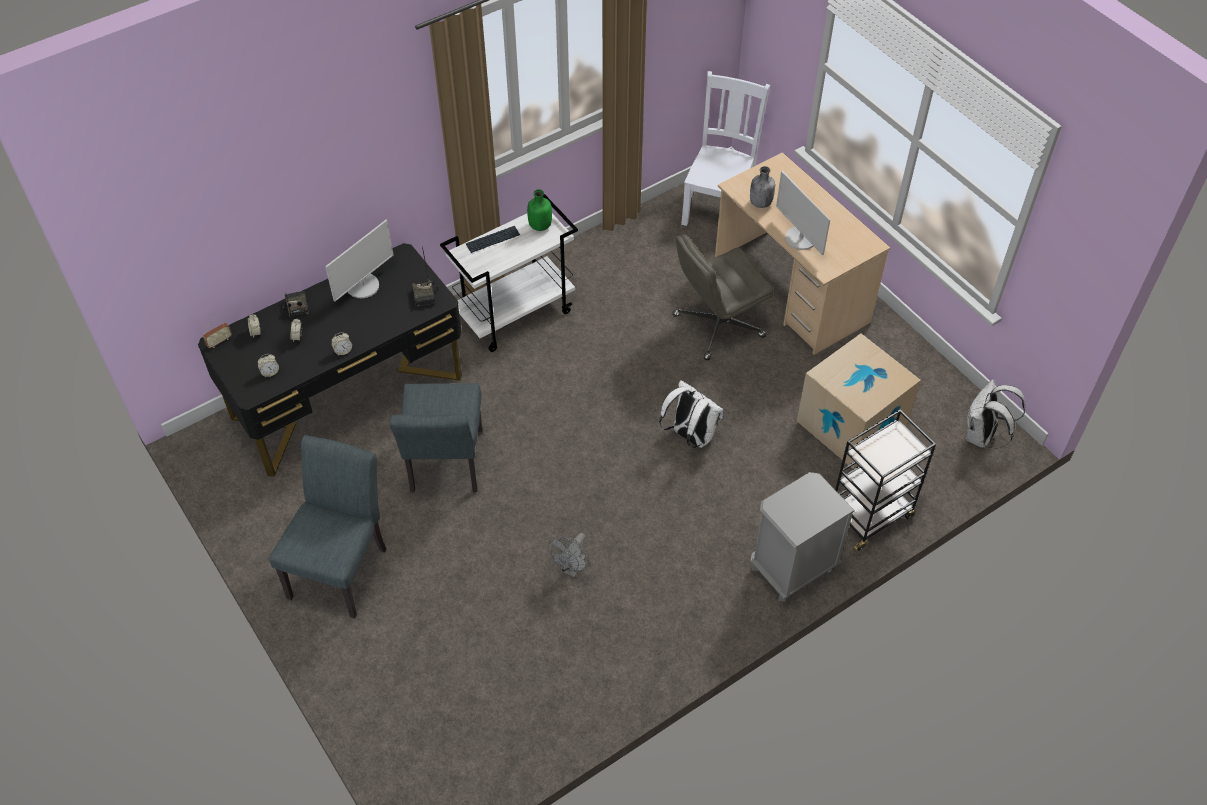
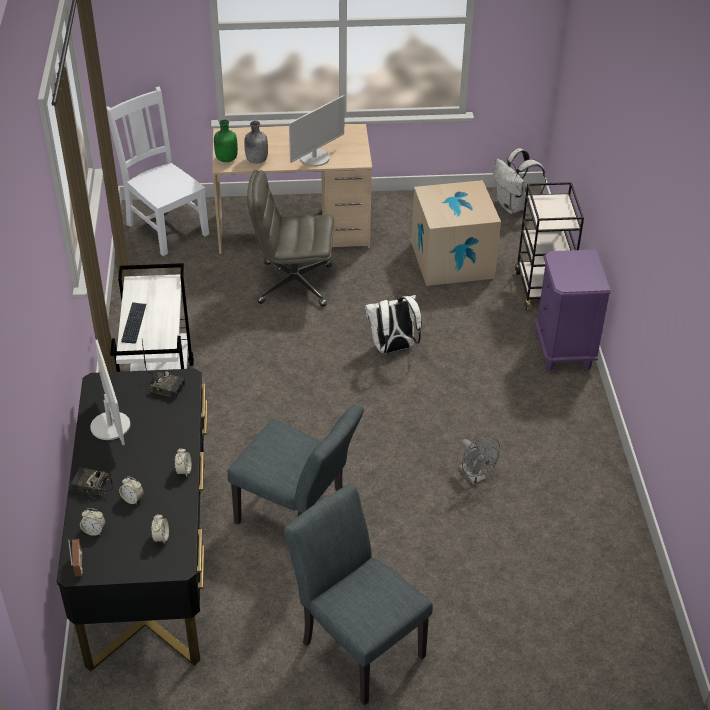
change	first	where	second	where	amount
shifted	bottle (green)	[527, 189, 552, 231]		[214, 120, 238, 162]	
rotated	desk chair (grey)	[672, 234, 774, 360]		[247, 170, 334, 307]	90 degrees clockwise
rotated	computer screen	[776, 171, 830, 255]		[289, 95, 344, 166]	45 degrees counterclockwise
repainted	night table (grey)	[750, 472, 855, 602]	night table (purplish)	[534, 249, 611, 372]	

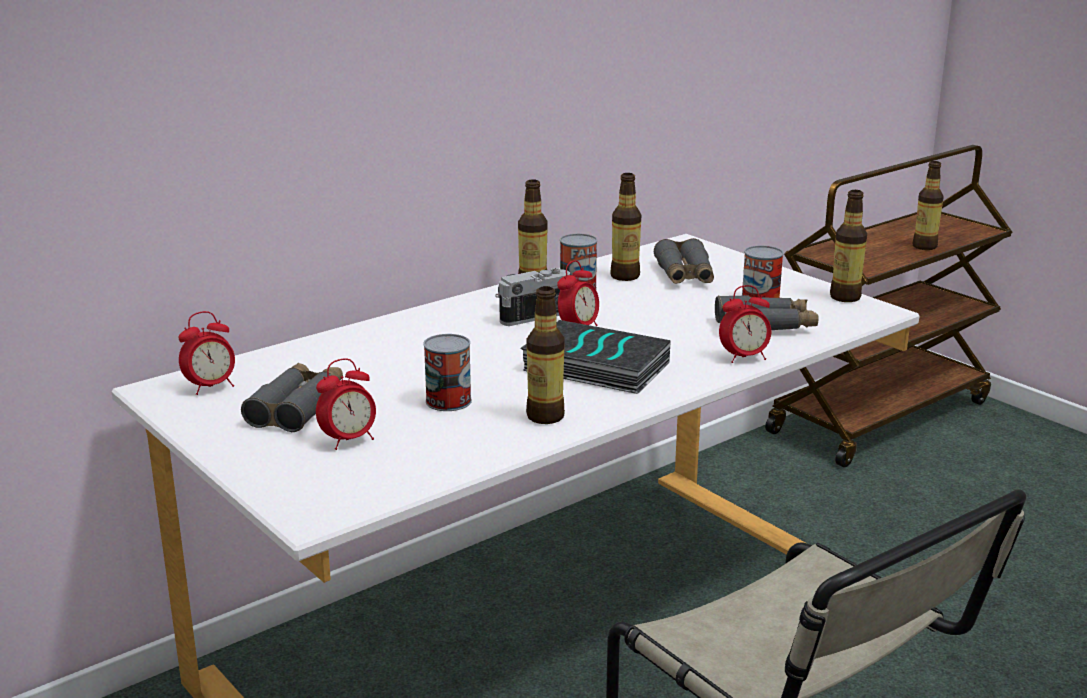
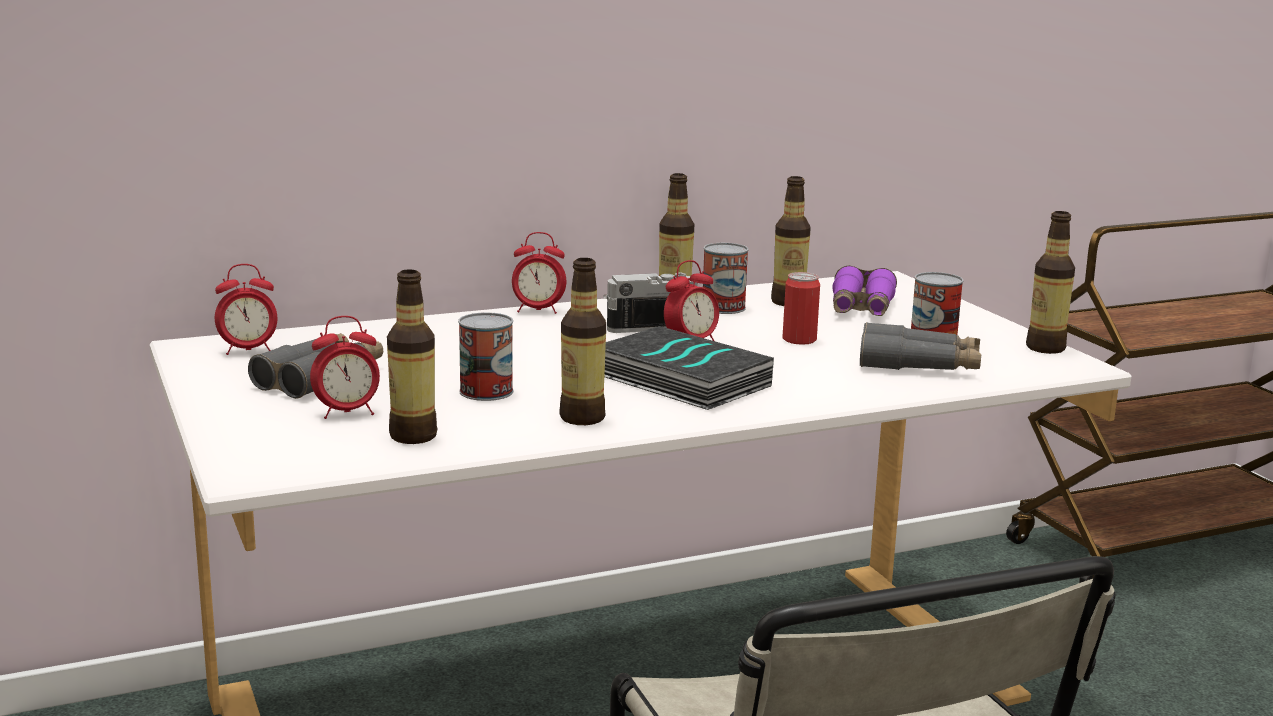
change	first	where	second	where	amount
shifted	bottle	[913, 161, 944, 250]		[387, 269, 437, 444]	
shifted	table clock	[719, 285, 771, 363]		[512, 232, 566, 314]	
new			sealed can	[782, 272, 820, 345]	
repainted	binoculars (grey)	[654, 238, 714, 284]	binoculars (purplish)	[832, 265, 897, 316]	

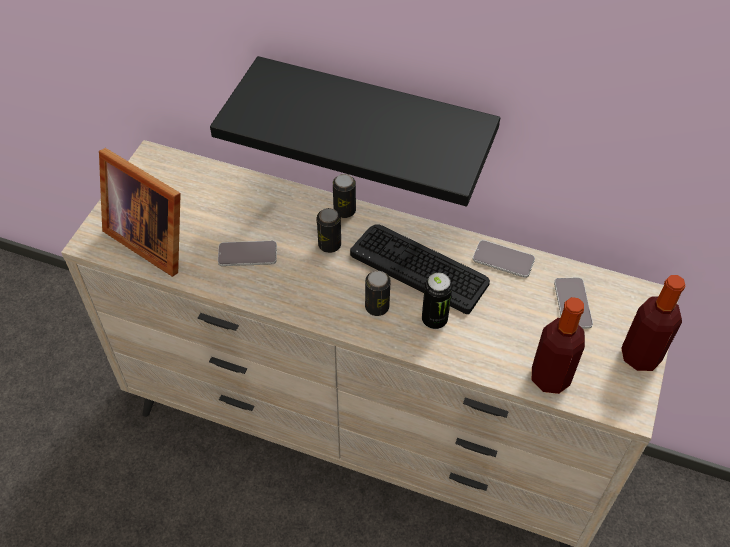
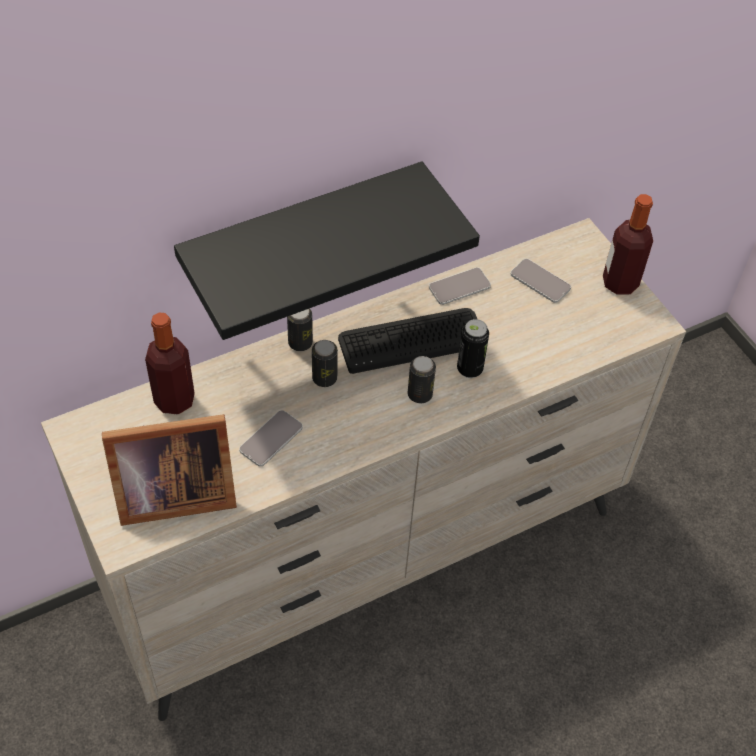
change	first	where	second	where	amount
shifted	bottle	[532, 297, 585, 394]		[145, 313, 195, 415]	

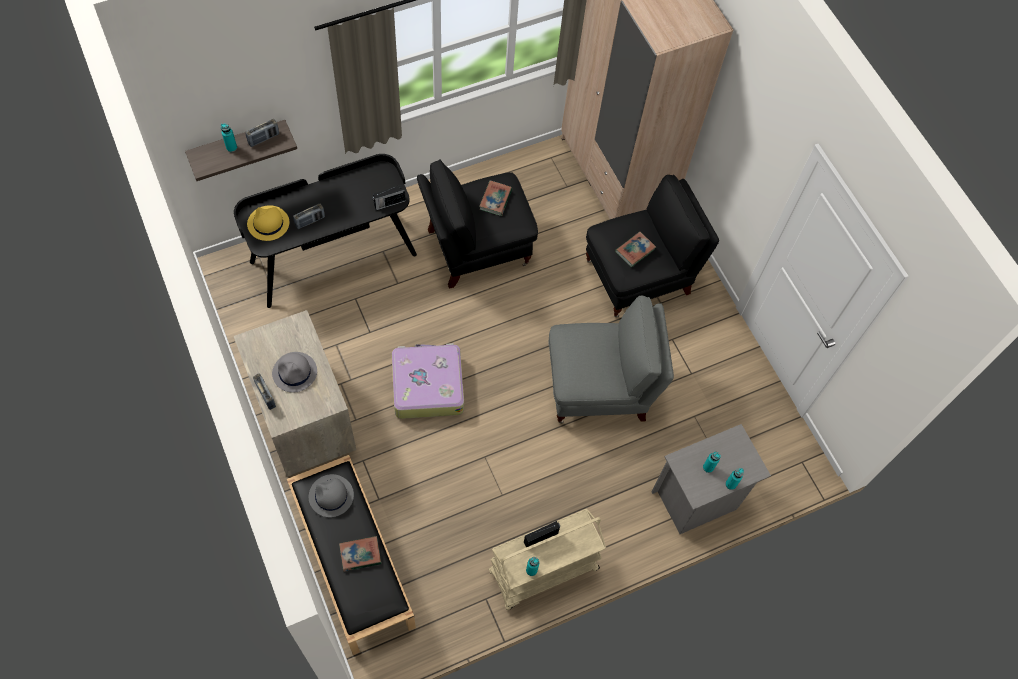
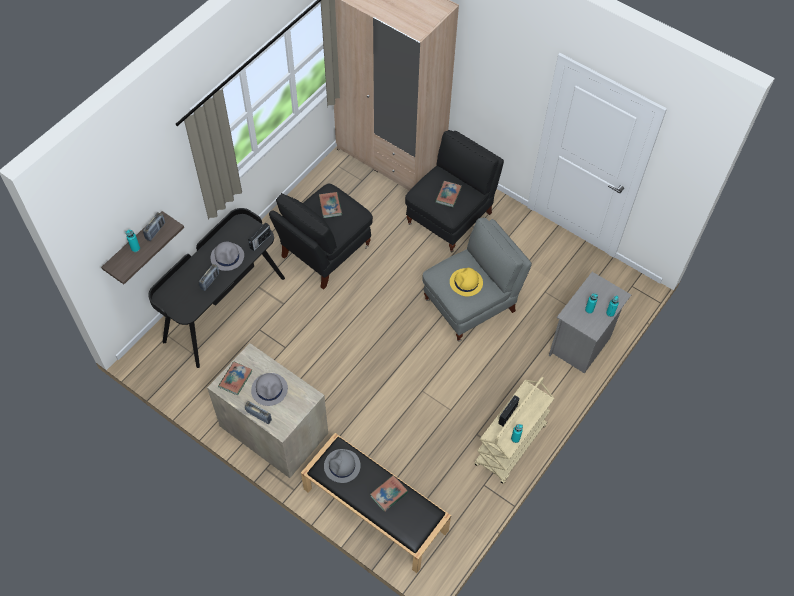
change	first	where	second	where	amount
new			hat (grey)	[211, 242, 244, 271]	
new			volume	[218, 362, 252, 396]	
shifted	hat (yellowish)	[247, 205, 289, 241]		[450, 268, 483, 296]	
gone	suitcase	[392, 343, 464, 419]			

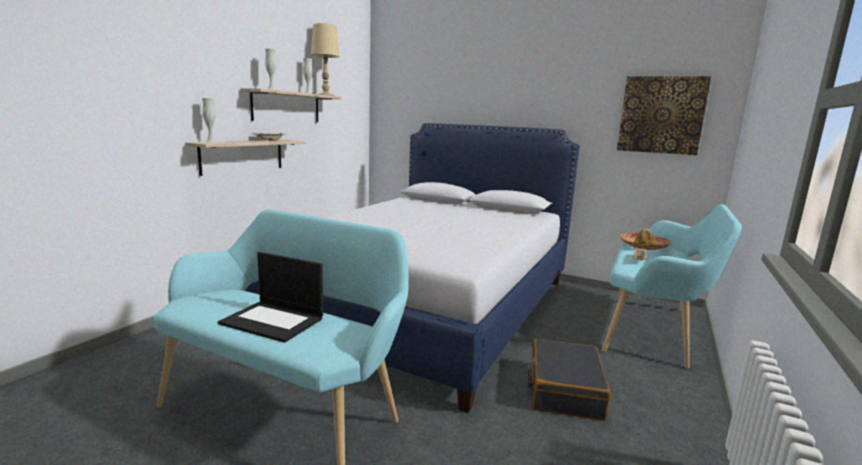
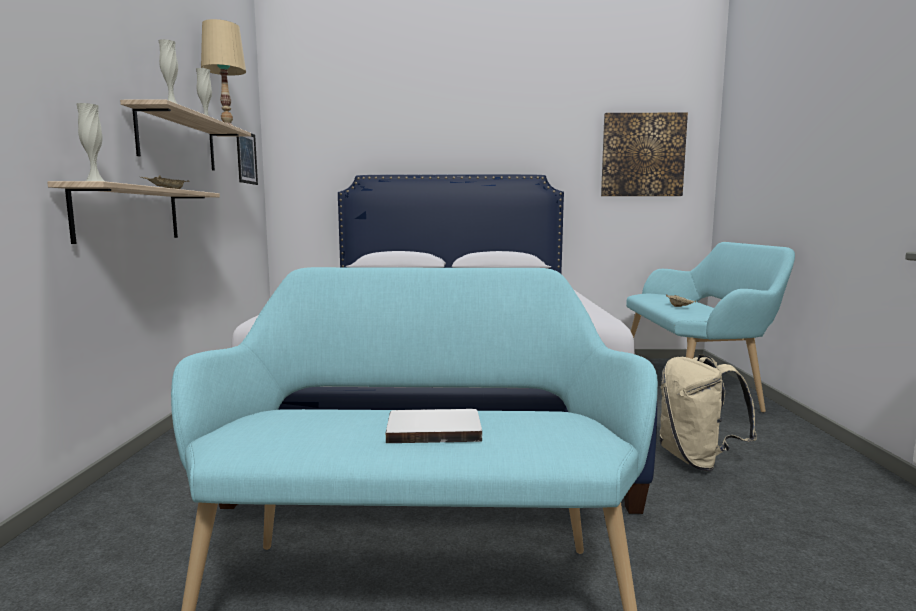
change	first	where	second	where	amount
new			wall art	[237, 133, 258, 185]	
swapped	notebook computer	[218, 252, 323, 343]	volume (white)	[386, 409, 482, 443]	
swapped	suitcase (blackish)	[527, 339, 611, 421]	backpack (beige-coloured)	[659, 355, 757, 471]	
gone	hat	[620, 229, 671, 250]			

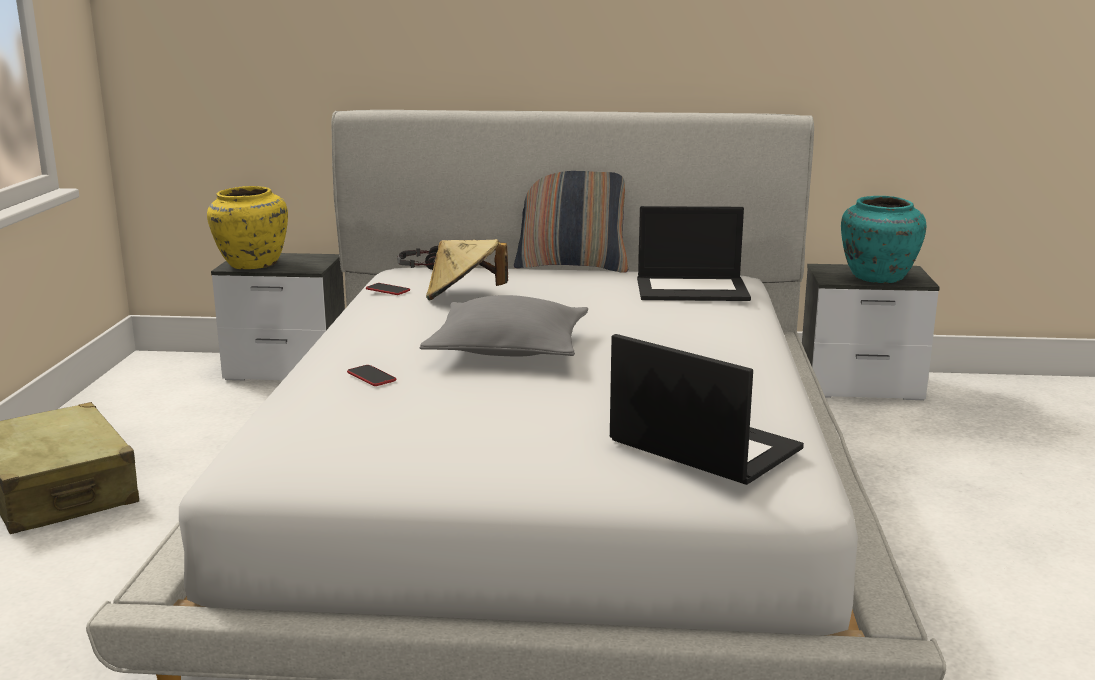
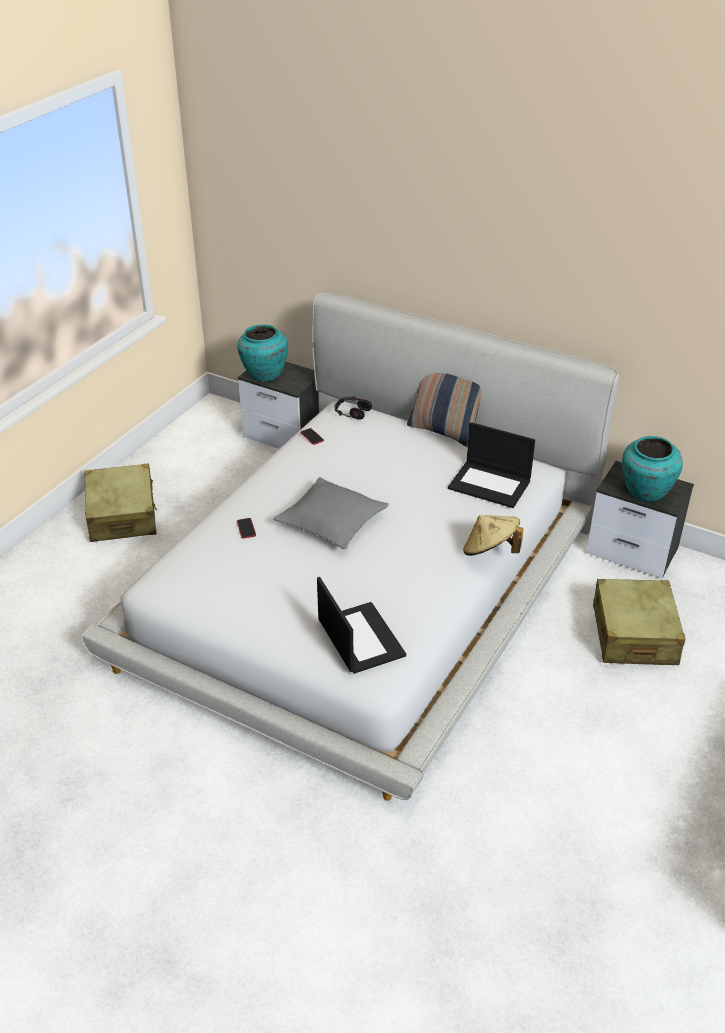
change	first	where	second	where	amount
repainted	flower vase (yellowish)	[207, 186, 288, 269]	flower vase (turquoise-coloured)	[237, 324, 288, 382]	
shifted	hat (beige-coloured)	[426, 239, 508, 300]		[463, 515, 523, 556]	
new			suitcase (beige-coloured)	[593, 579, 685, 665]	

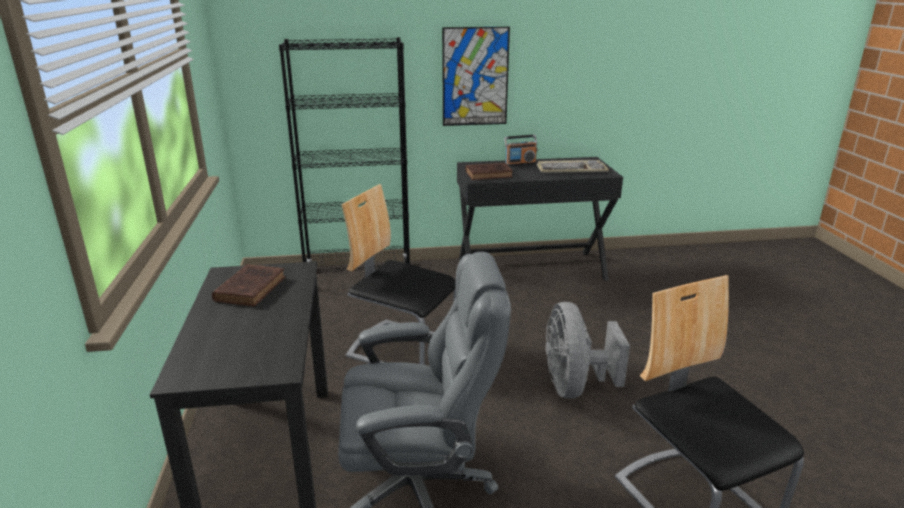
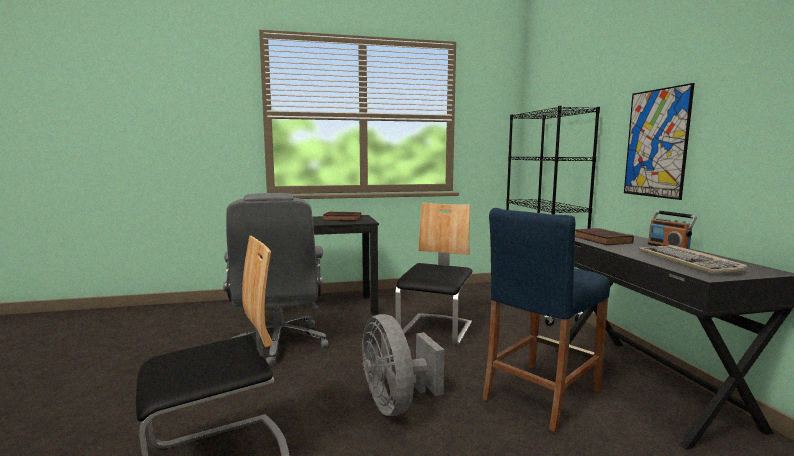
change	first	where	second	where	amount
rotated	fan (grey)	[545, 302, 630, 399]		[362, 314, 444, 416]	105 degrees counterclockwise
new			sitting stool (blue)	[482, 208, 610, 432]	

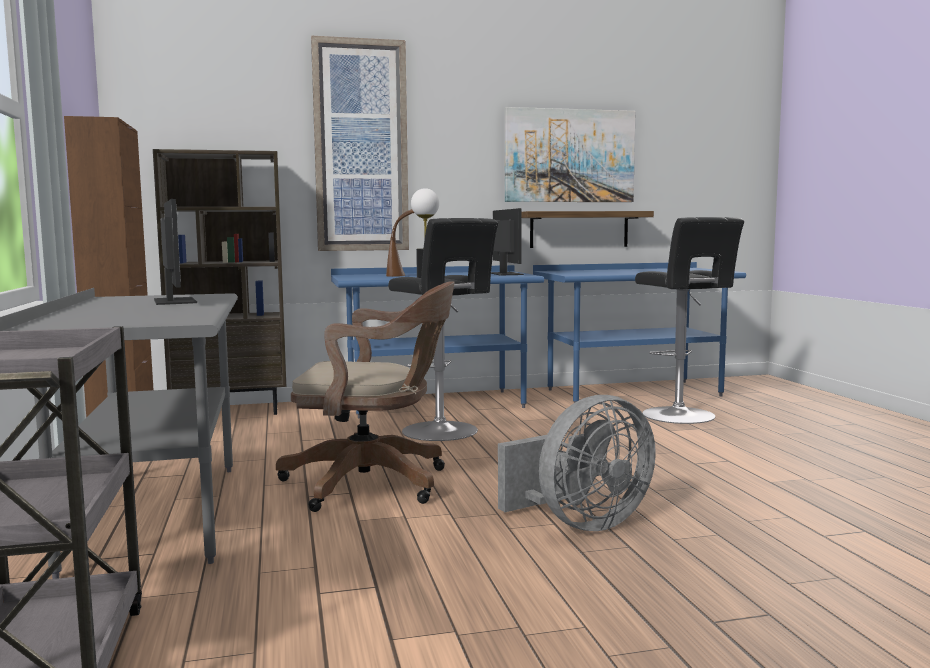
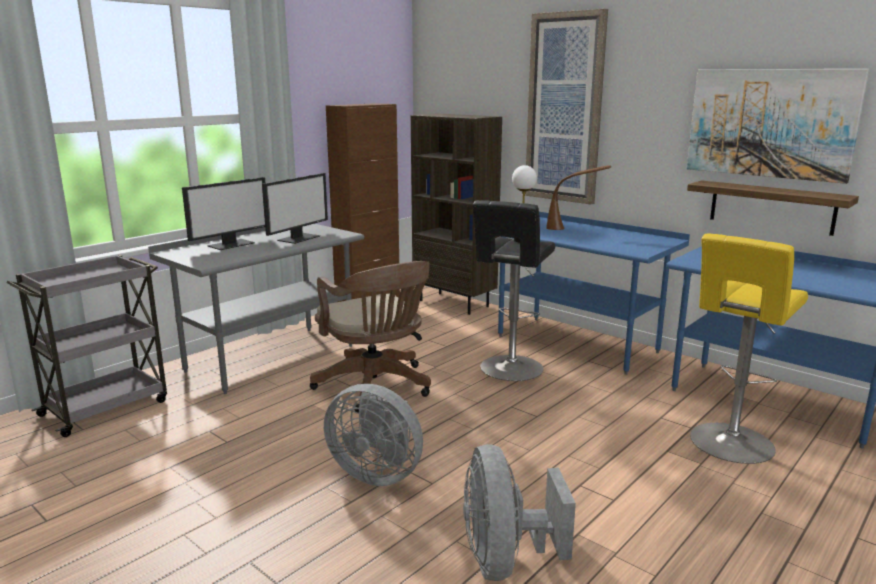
change	first	where	second	where	amount
shifted	computer screen	[491, 208, 524, 275]		[182, 177, 265, 250]	
new			fan (grey)	[463, 444, 576, 581]	
repainted	sitting stool (blackish)	[635, 217, 744, 424]	sitting stool (yellowish)	[690, 234, 808, 464]	

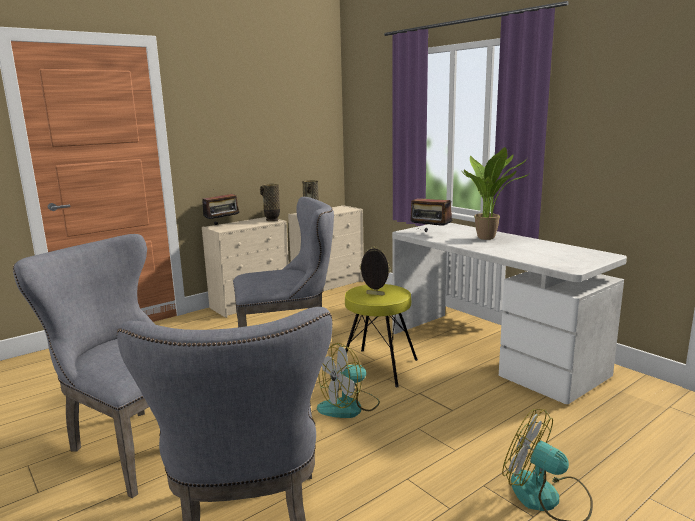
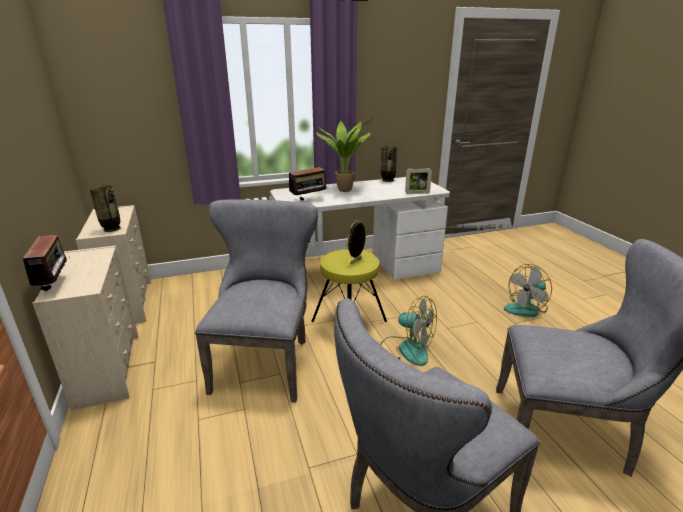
change	first	where	second	where	amount
rotated	fan	[317, 343, 380, 418]		[380, 296, 437, 366]	45 degrees counterclockwise
shifted	flower vase	[260, 184, 280, 221]		[381, 145, 397, 182]	
new			standing frame	[405, 168, 432, 194]	

